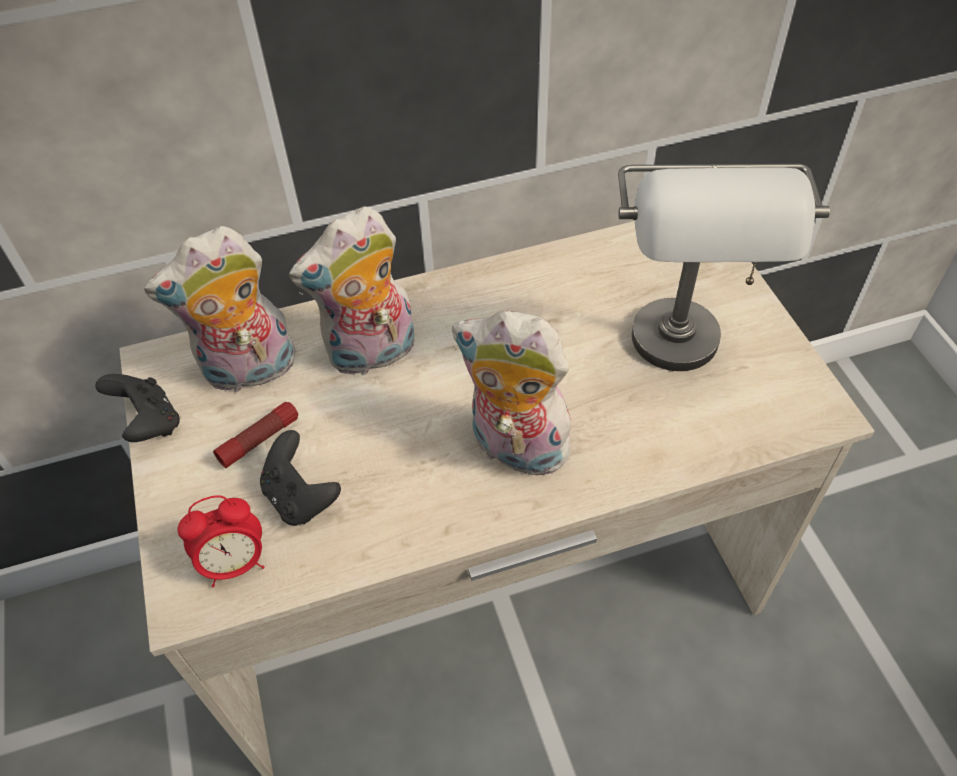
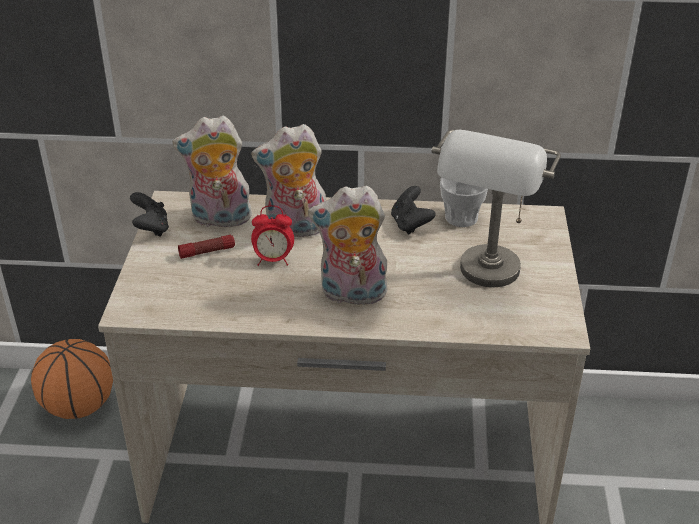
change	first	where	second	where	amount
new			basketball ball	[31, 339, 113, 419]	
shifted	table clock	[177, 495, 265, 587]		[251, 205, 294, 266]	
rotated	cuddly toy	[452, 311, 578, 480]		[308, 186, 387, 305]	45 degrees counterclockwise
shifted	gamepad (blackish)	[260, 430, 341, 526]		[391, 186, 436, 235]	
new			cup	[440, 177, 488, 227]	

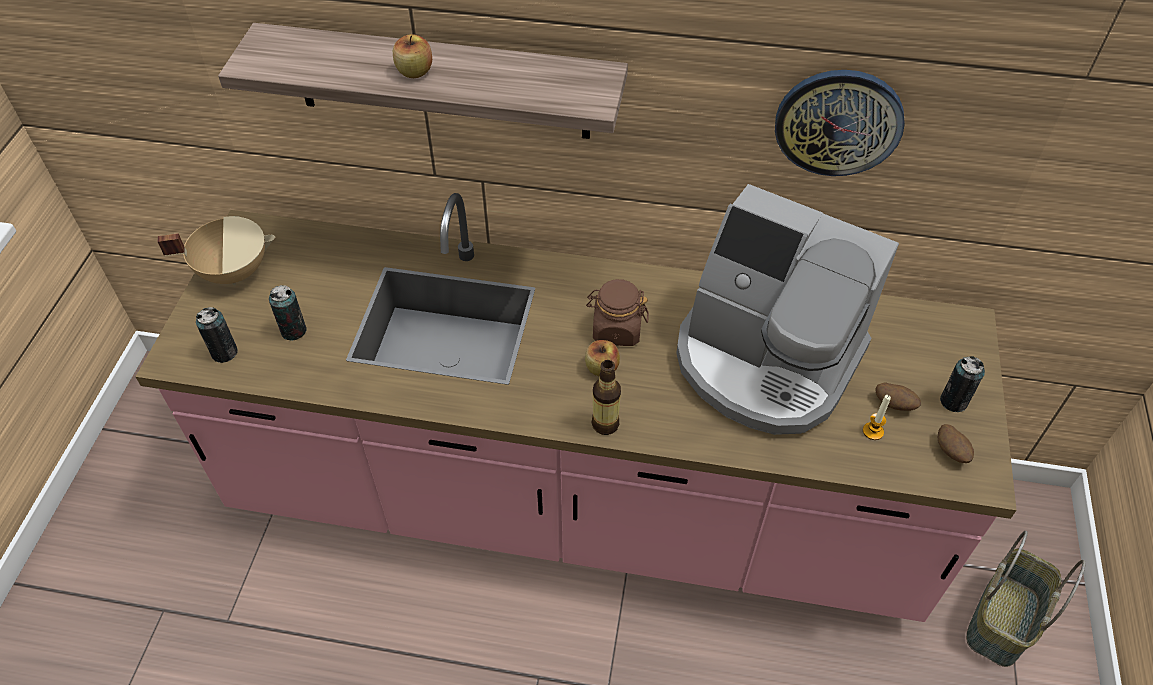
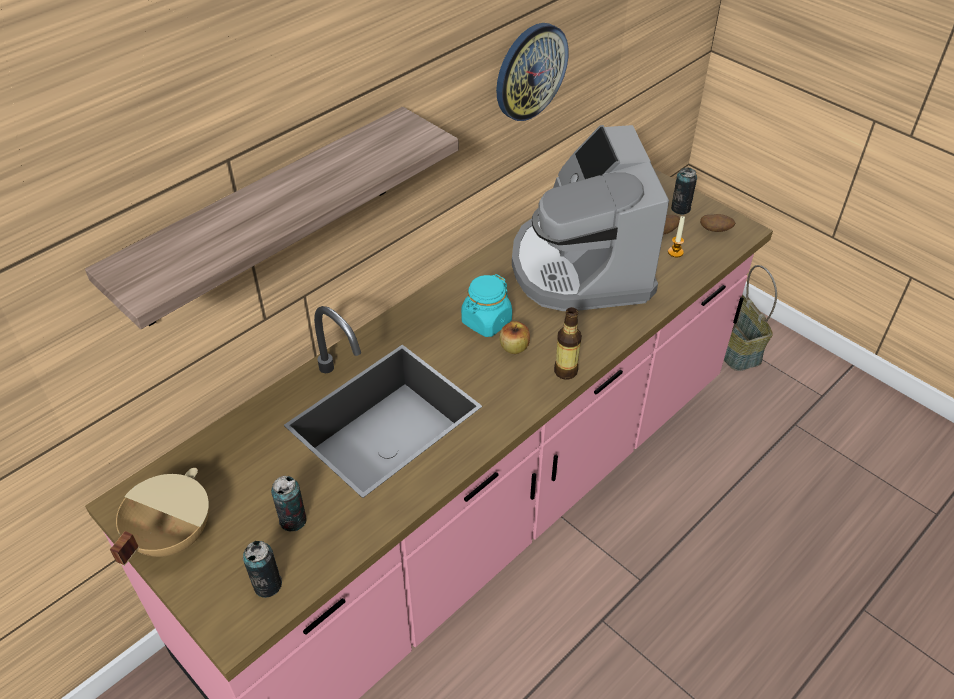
change	first	where	second	where	amount
repainted	storage jar (brown-coloured)	[586, 279, 649, 346]	storage jar (turquoise-coloured)	[461, 274, 512, 337]	
rotated	coffee maker	[676, 184, 899, 435]		[512, 125, 669, 311]	105 degrees clockwise
gone	apple	[393, 34, 432, 78]			

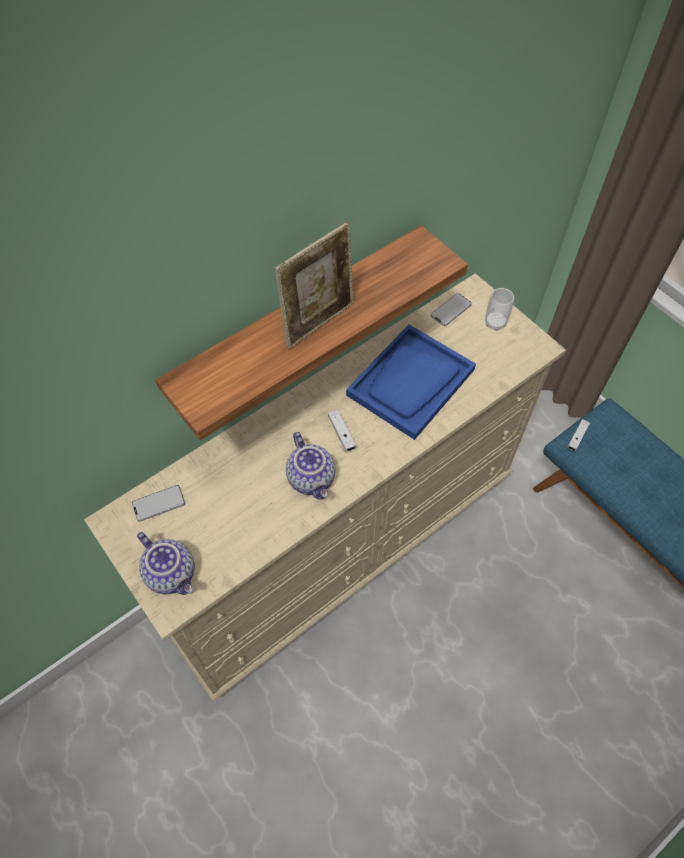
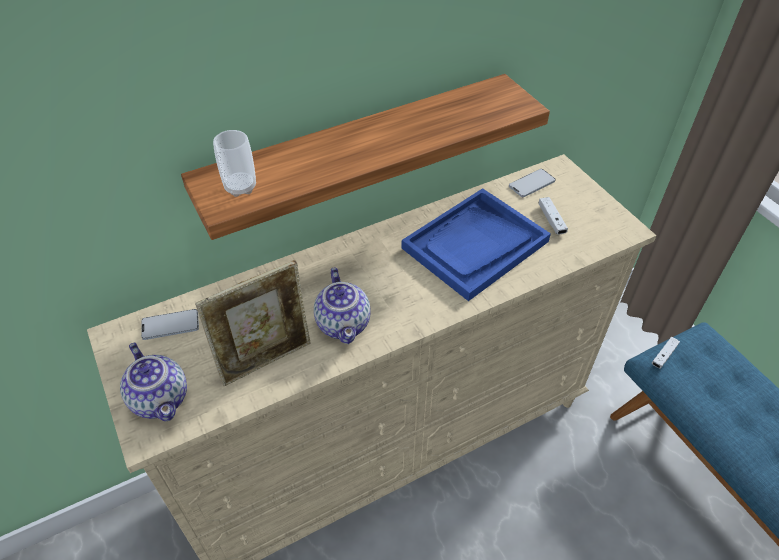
change	first	where	second	where	amount
shifted	standing frame	[275, 222, 353, 349]		[195, 260, 311, 386]	
shifted	cup	[485, 288, 514, 331]		[213, 130, 256, 197]	
shifted	gamepad (white)	[328, 409, 356, 452]		[538, 197, 568, 234]	

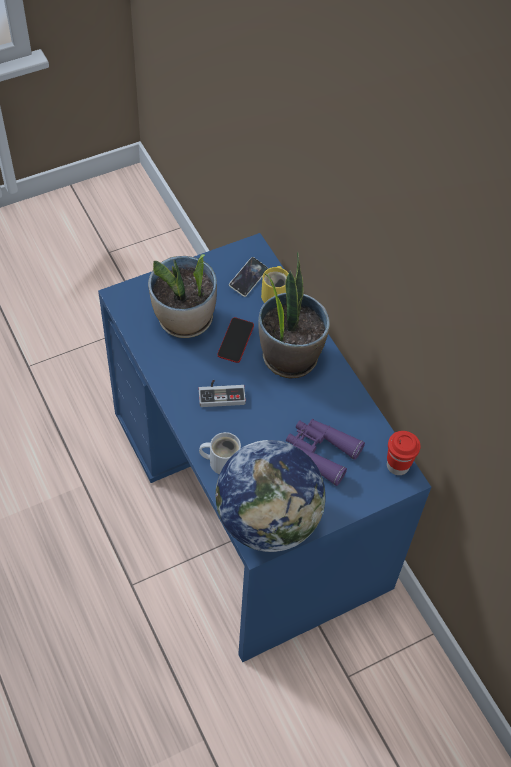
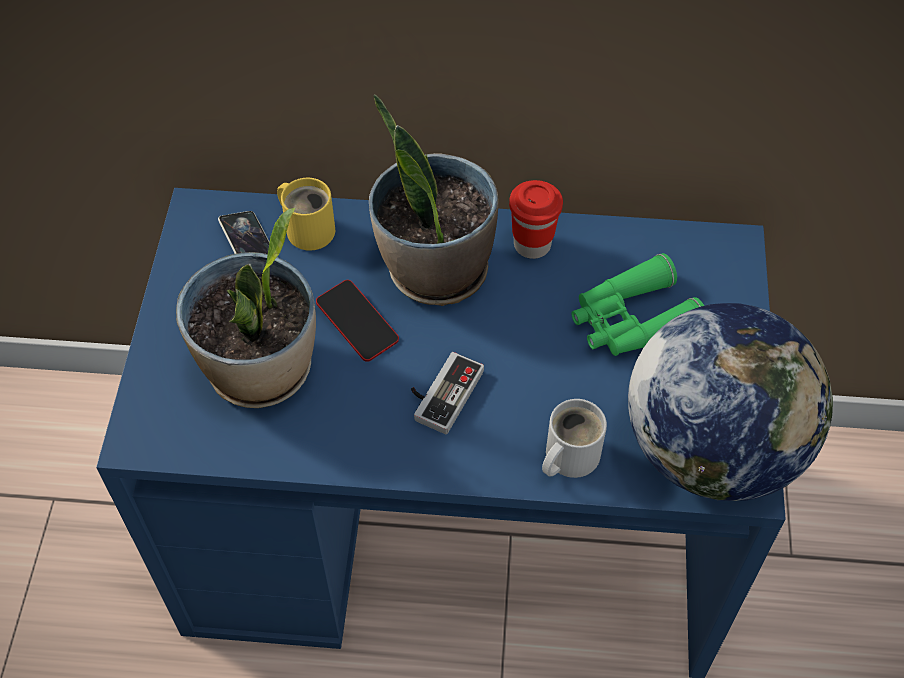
change	first	where	second	where	amount
shifted	cup (reddish)	[387, 431, 421, 475]		[509, 180, 563, 259]	
repainted	binoculars (purplish)	[286, 419, 365, 486]	binoculars (green)	[571, 253, 704, 356]	

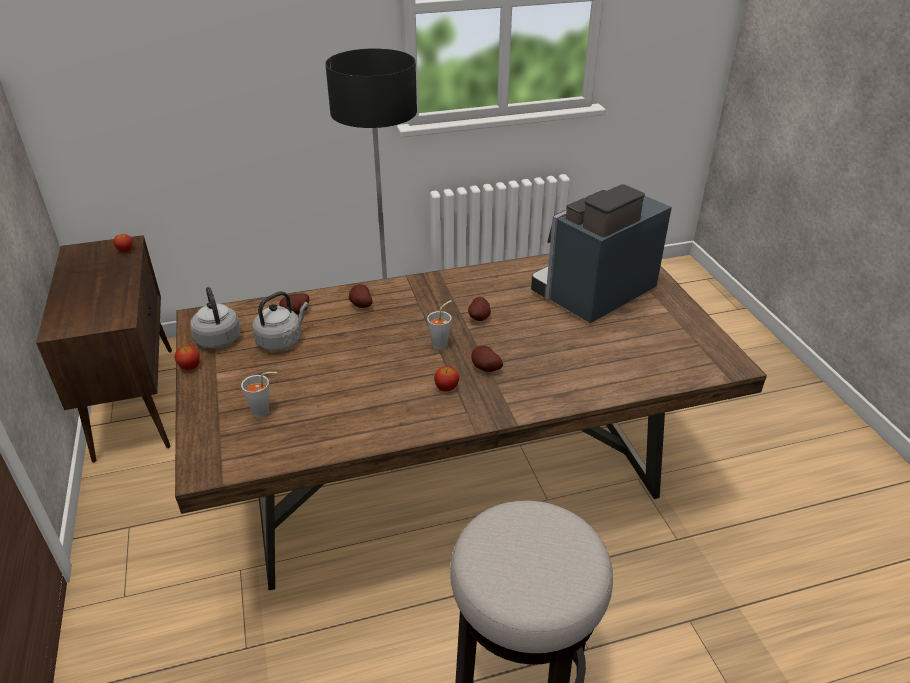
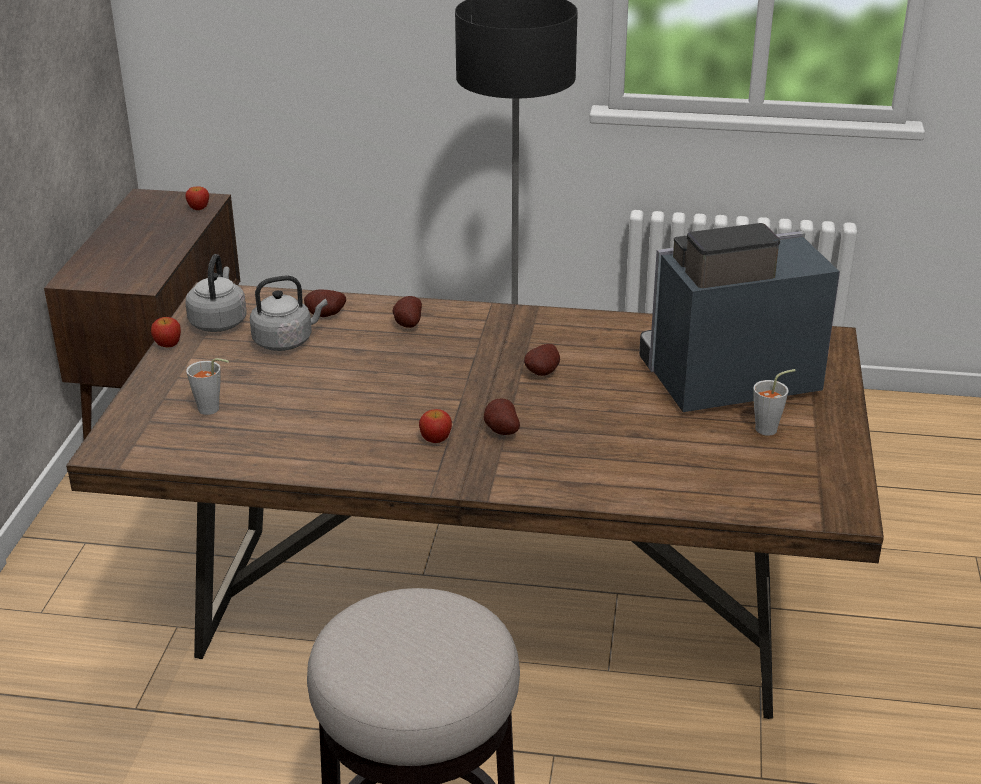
change	first	where	second	where	amount
shifted	cup (grey)	[427, 300, 452, 350]		[753, 369, 796, 436]	

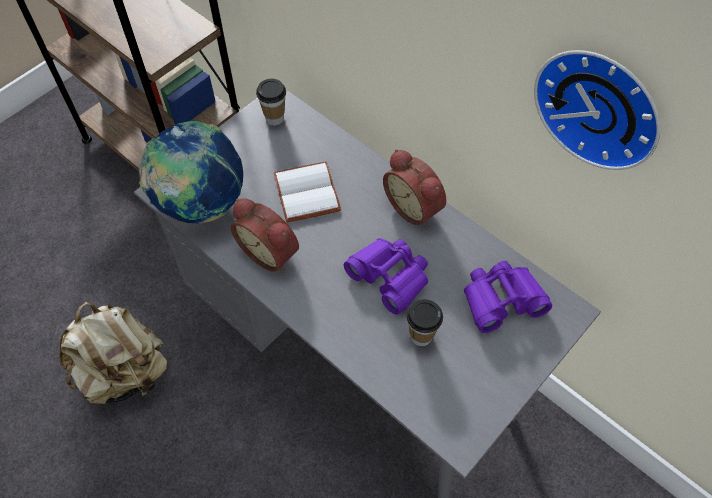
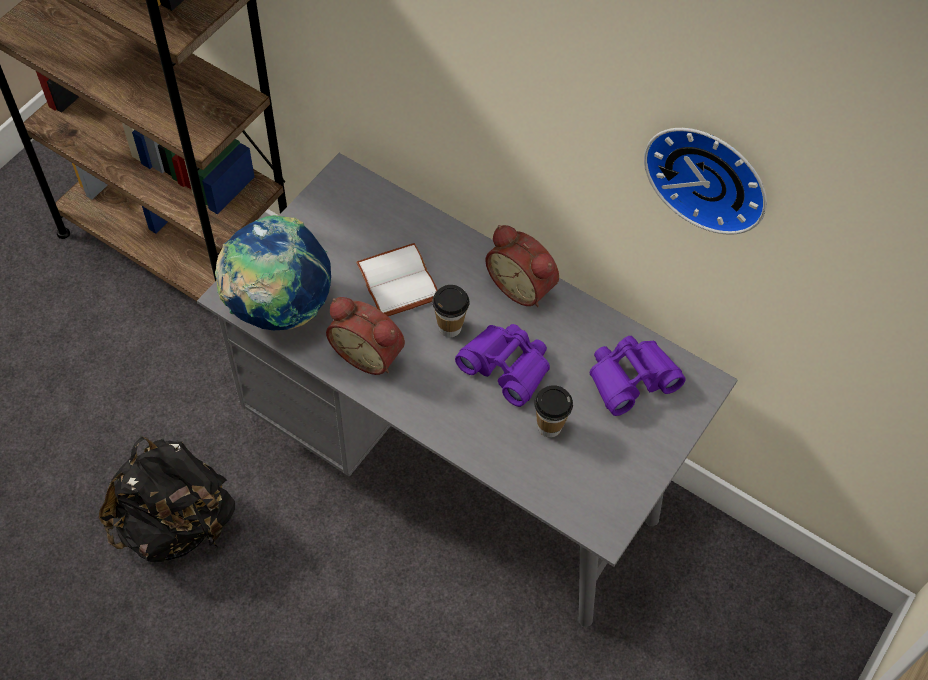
change	first	where	second	where	amount
repainted	backpack (beige-coloured)	[59, 301, 167, 404]	backpack (blackish)	[99, 436, 235, 562]	
shifted	cup	[256, 79, 286, 126]		[432, 285, 469, 337]	

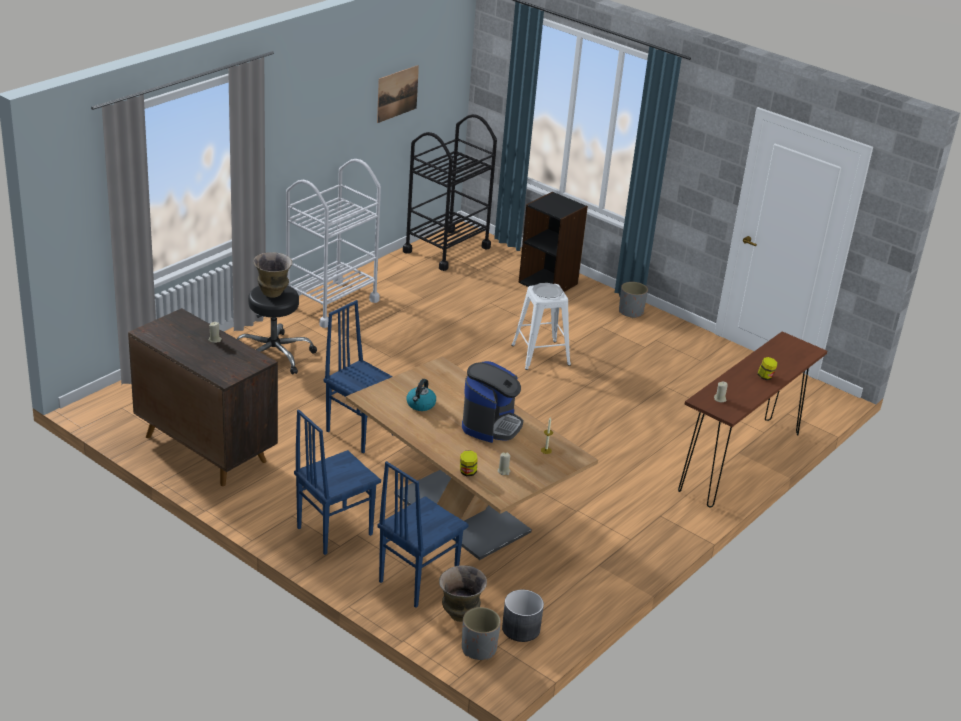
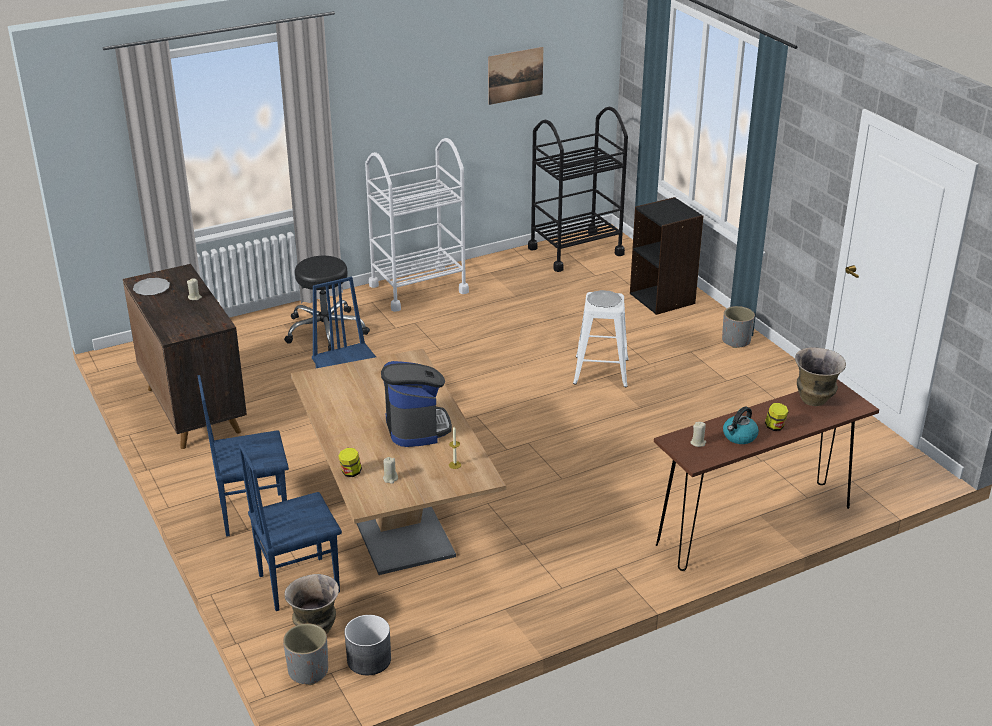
change	first	where	second	where	amount
new			flat dish	[133, 278, 170, 296]	
rotated	coffee maker	[462, 361, 523, 443]		[381, 361, 452, 447]	60 degrees counterclockwise
shifted	tea kettle	[407, 379, 436, 411]		[723, 407, 759, 444]	
shifted	flower vase	[253, 252, 292, 298]		[795, 347, 846, 406]	

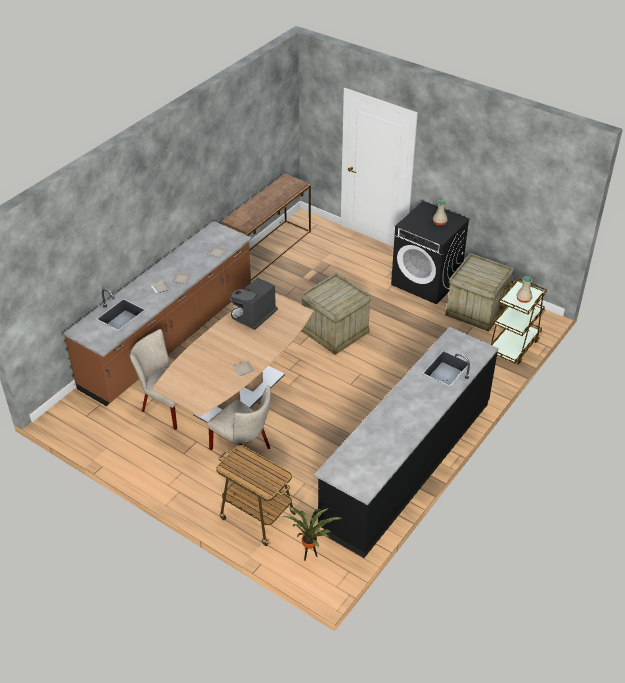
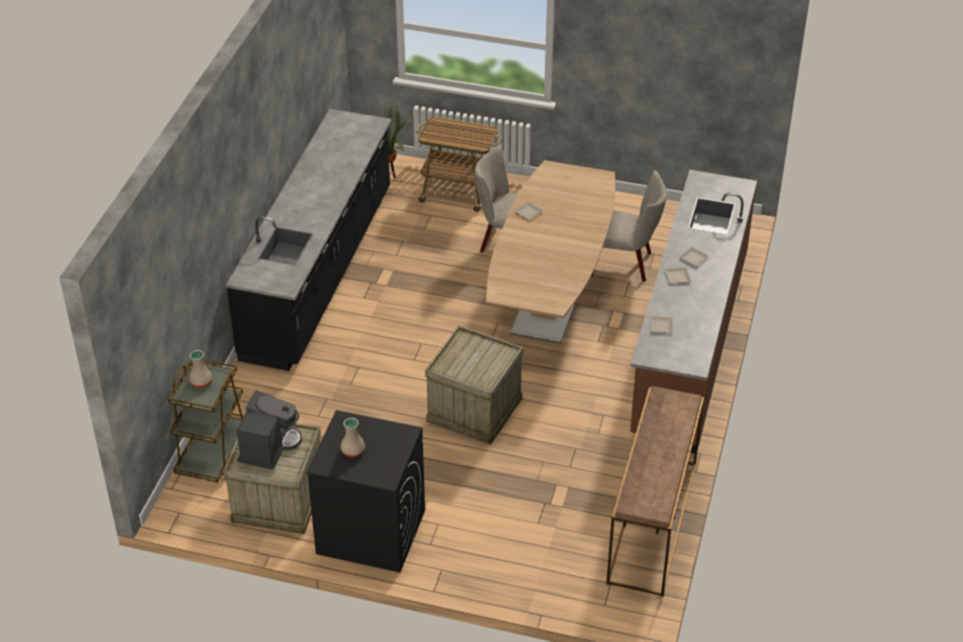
change	first	where	second	where	amount
shifted	coffee maker	[230, 278, 278, 330]		[237, 390, 302, 470]	

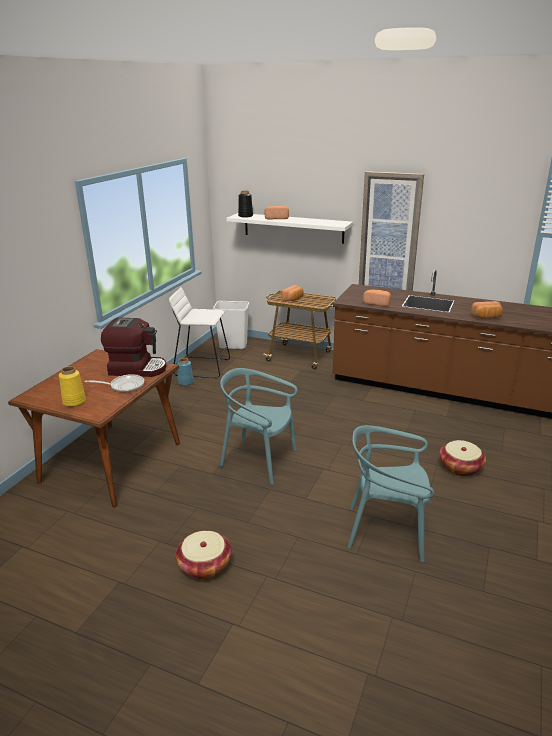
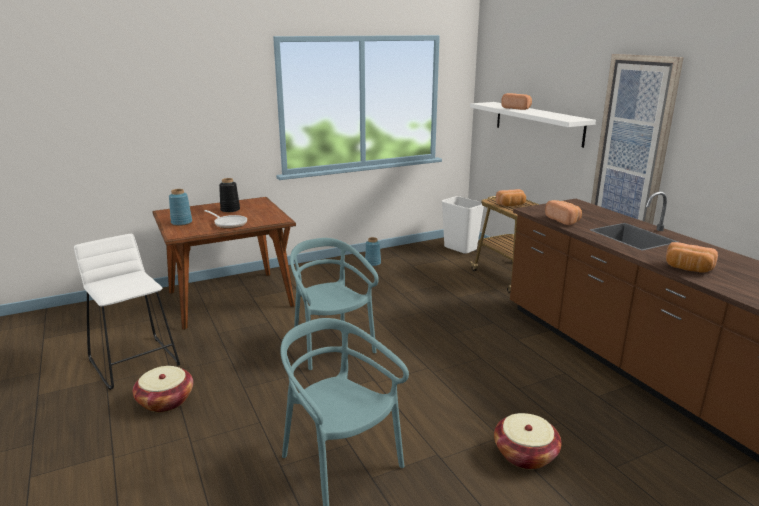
change	first	where	second	where	amount
shifted	sitting stool (white)	[169, 287, 230, 379]		[74, 234, 180, 390]	
repainted	flower vase (yellowish)	[59, 366, 86, 407]	flower vase (blue)	[169, 189, 192, 226]	
shifted	flower vase (blackish)	[238, 190, 253, 218]		[219, 178, 240, 213]	
gone	coffee maker	[101, 317, 166, 377]			

